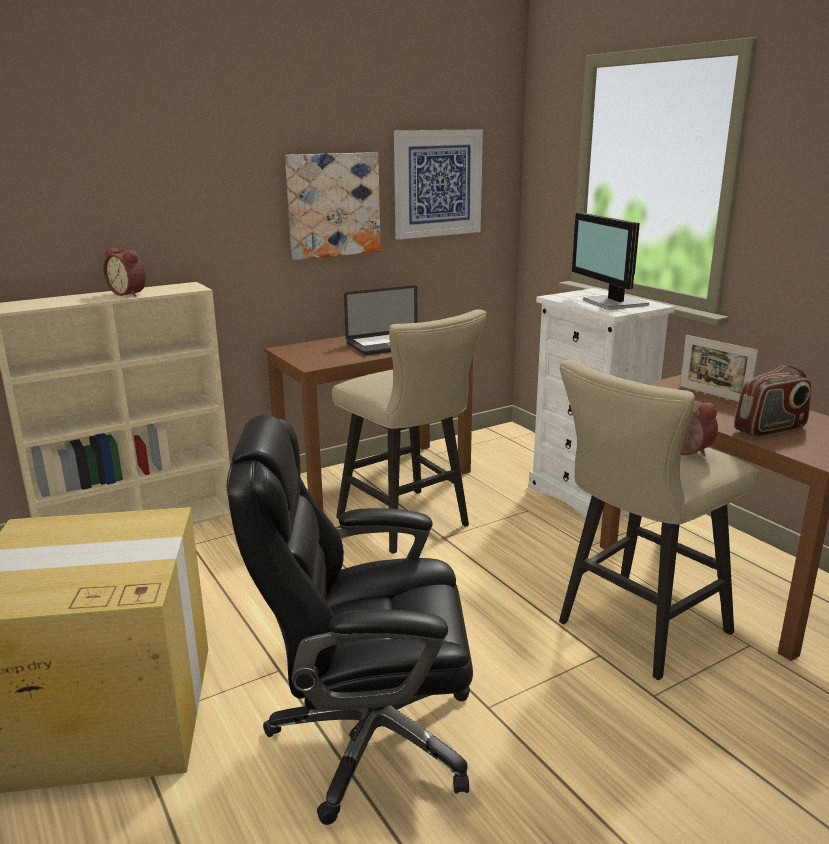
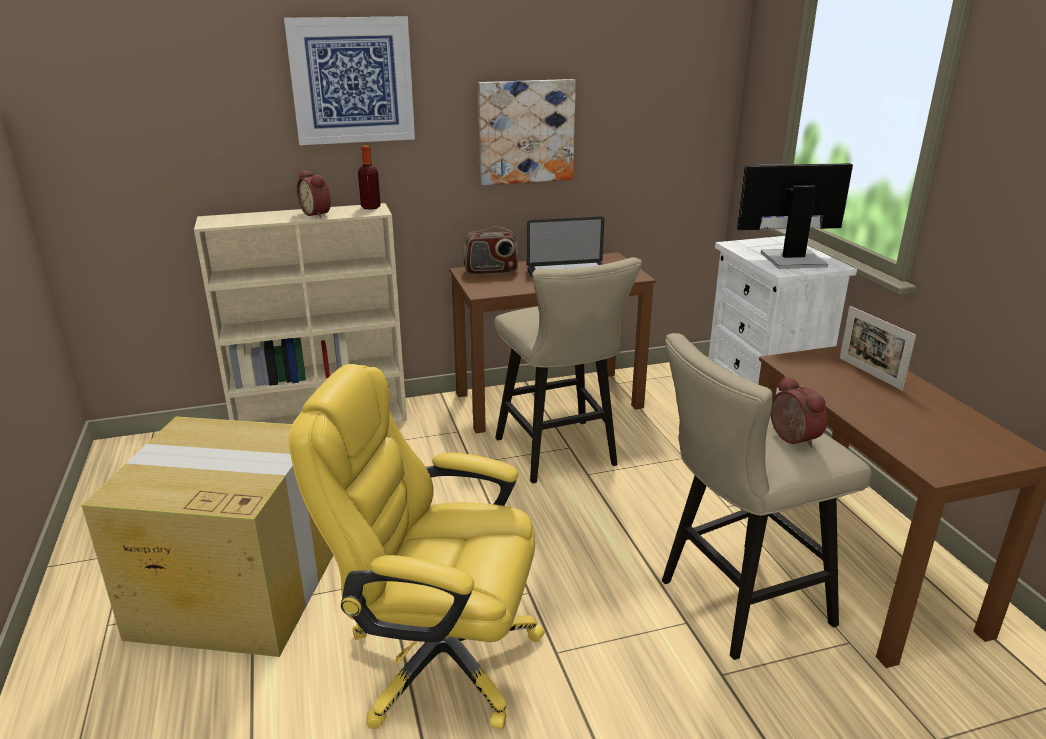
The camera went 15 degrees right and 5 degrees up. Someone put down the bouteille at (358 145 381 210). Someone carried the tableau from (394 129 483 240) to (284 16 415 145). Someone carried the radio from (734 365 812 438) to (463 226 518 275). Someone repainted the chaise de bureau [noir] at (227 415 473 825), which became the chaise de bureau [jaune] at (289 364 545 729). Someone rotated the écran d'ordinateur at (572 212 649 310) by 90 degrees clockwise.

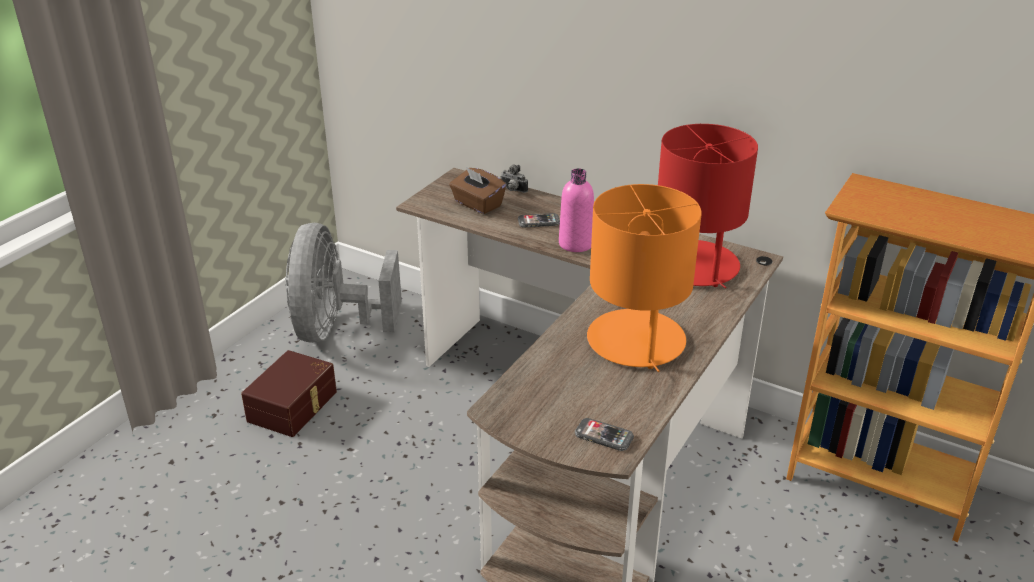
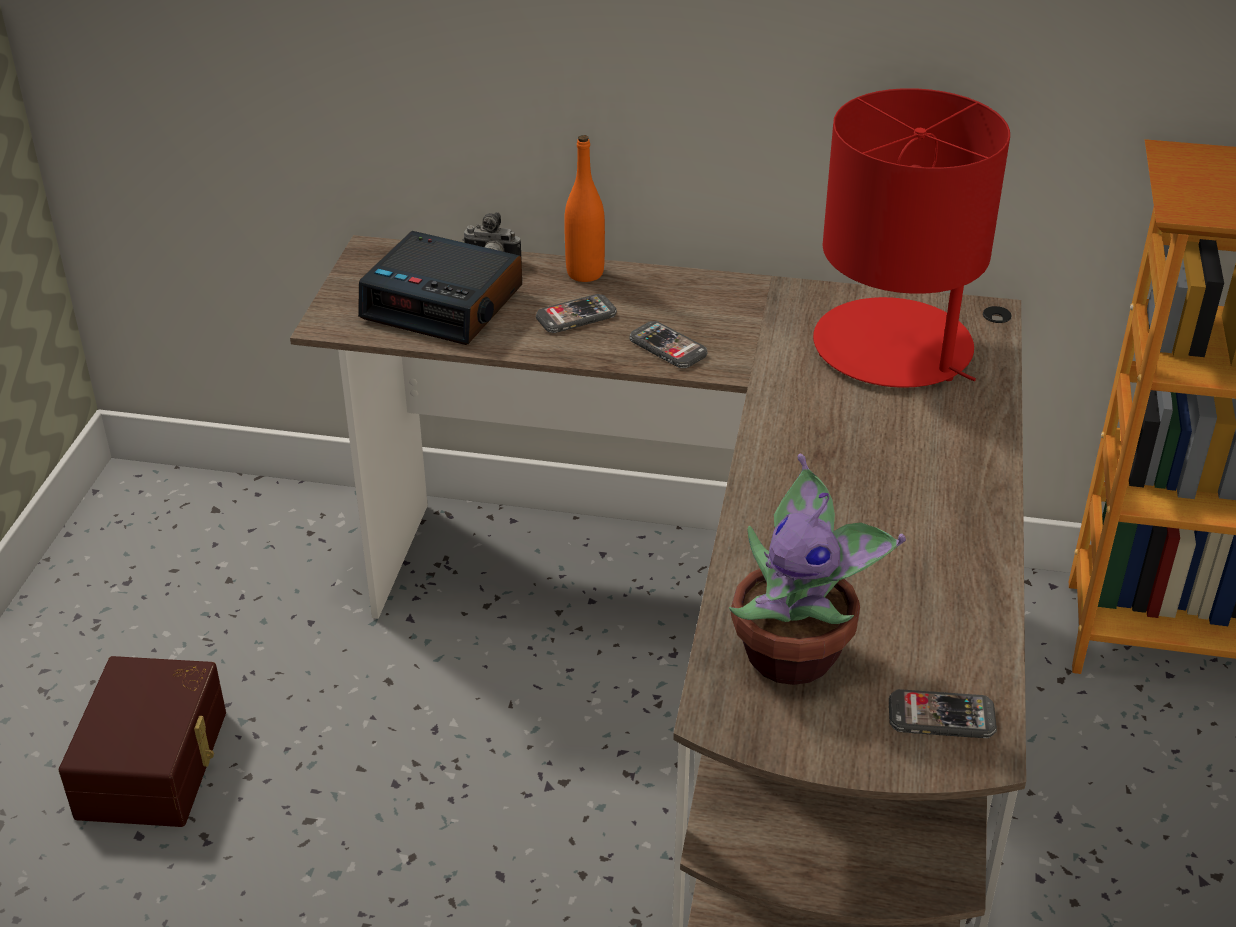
The camera went 20 degrees left and 5 degrees up. Someone took away the ventilateur [gris] at (285 223 402 343). Someone took away the lampe de table [orange] at (587 184 702 372). Someone put down the bouteille [orange] at (564 135 605 282). Someone put down the plante en pot at (729 453 906 685). Someone swapped the boîte à mouchoirs [marron] at (449 167 506 214) for the réveil at (358 231 522 345). Someone swapped the bouteille [rose] at (559 168 594 252) for the téléphone at (630 321 707 368).

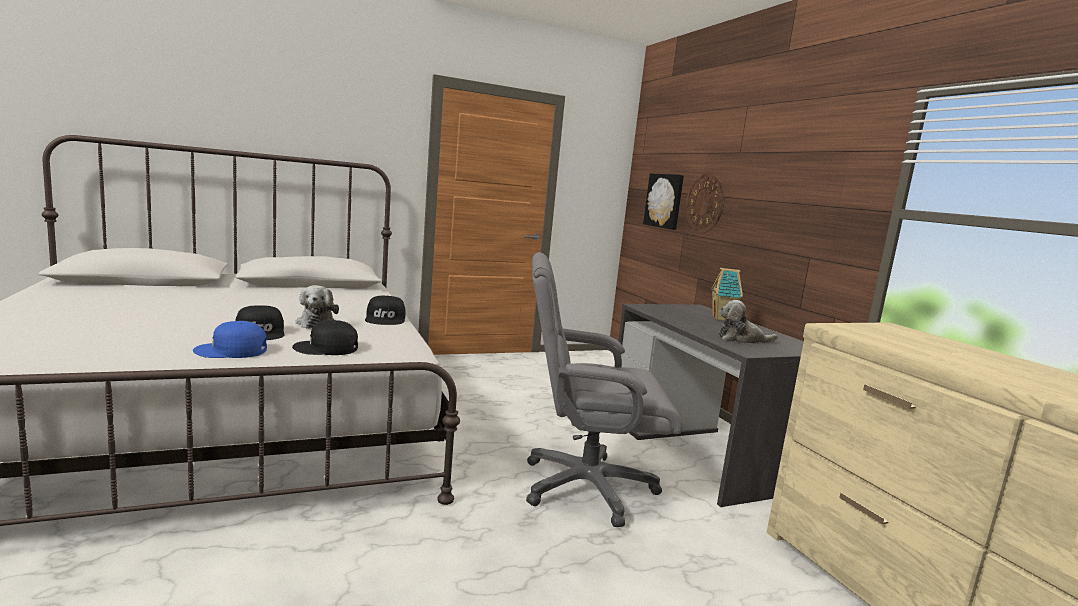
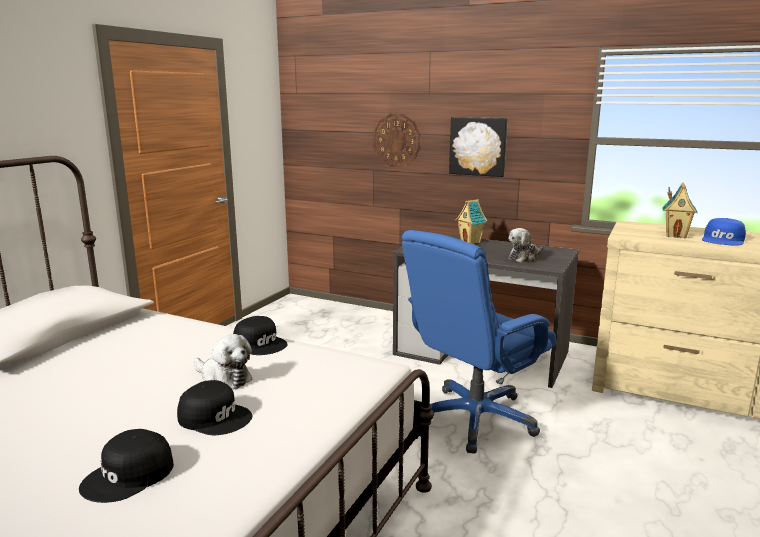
The camera went 40 degrees left and 5 degrees up. Someone put down the maison miniature at (662 182 698 238). Someone carried the casquette [bleu] from (193 321 267 358) to (702 218 746 246). Someone carried the casquette [noir] from (292 320 358 355) to (79 429 174 503). Someone carried the tableau from (643 173 684 230) to (449 117 508 177). Someone repainted the chaise de bureau [gris] at (526 252 683 527), which became the chaise de bureau [bleu] at (402 230 556 454).

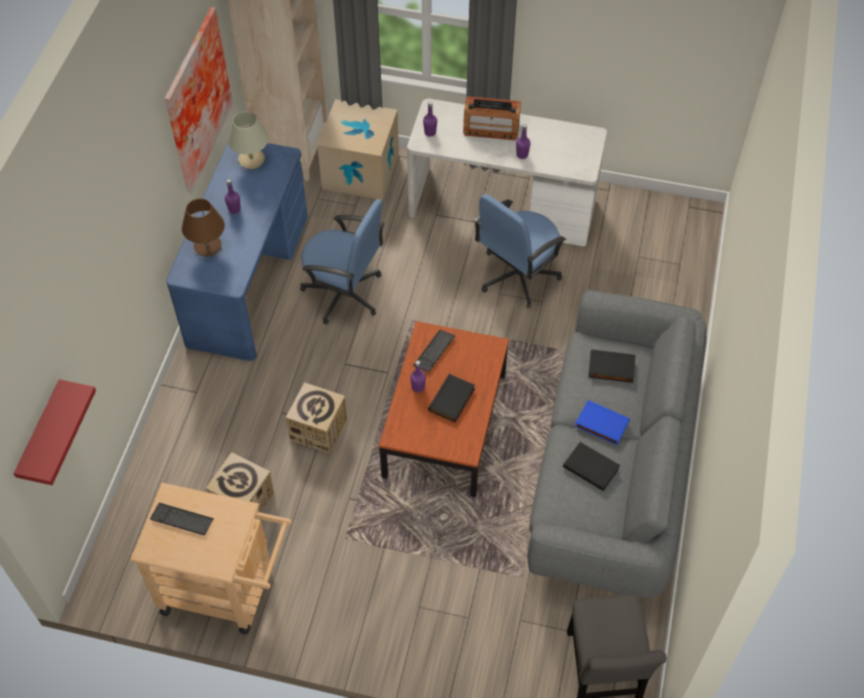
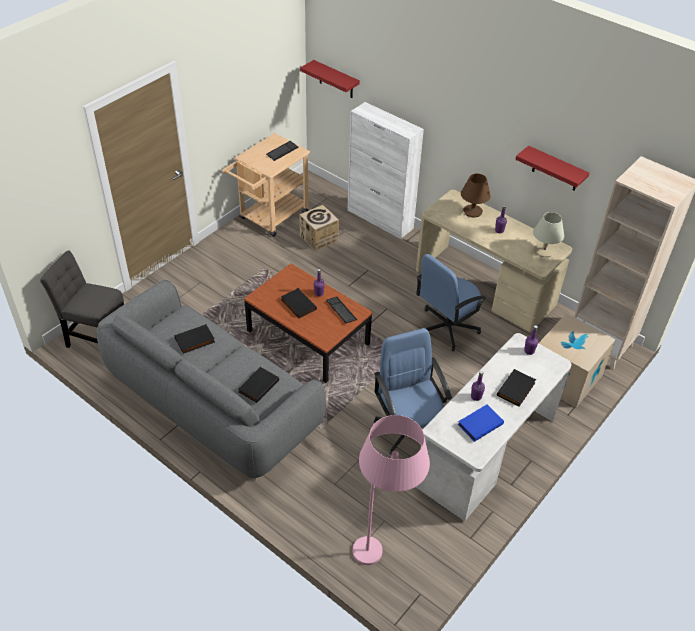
The camera went 115 degrees right and 10 degrees down. Someone took away the carton at (285 382 347 454). Someone put down the meuble de rangement [blanc] at (348 102 424 239). Someone put down the lampadaire [rose] at (353 415 430 565). Someone carried the livre [bleu] from (575 400 630 445) to (458 405 504 442). Someone swapped the tableau at (165 7 233 193) for the étagère [rouge] at (515 146 589 191). Someone swapped the radio at (463 96 521 140) for the livre [noir] at (497 369 536 407). Someone repainted the bureau [bleu] at (166 143 308 361), which became the bureau [beige] at (416 190 572 332).

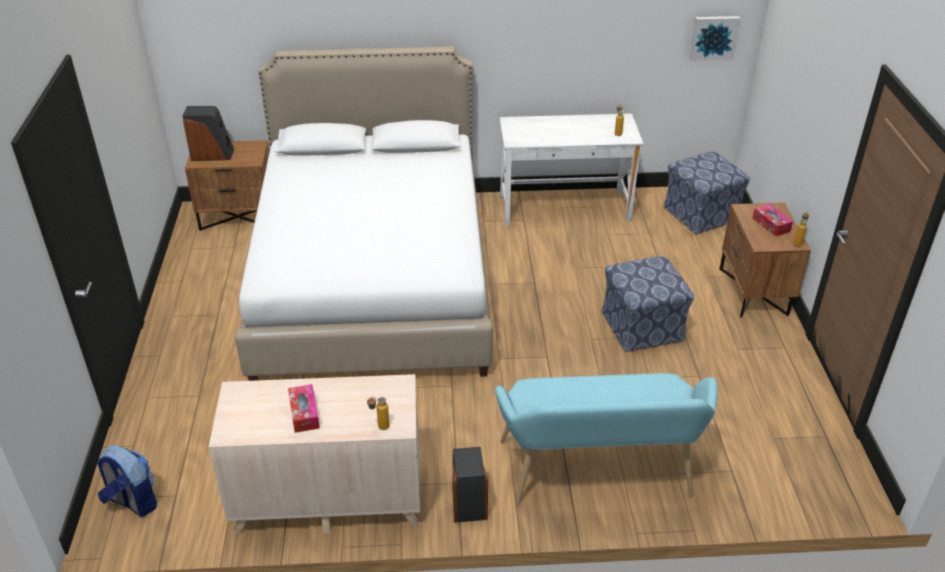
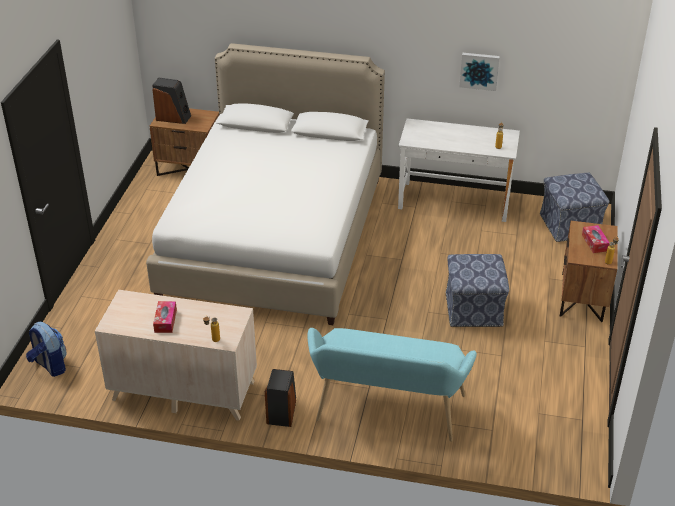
The camera went 15 degrees right and 0 degrees up. Someone carried the tableau from (689 16 740 61) to (459 53 500 91).

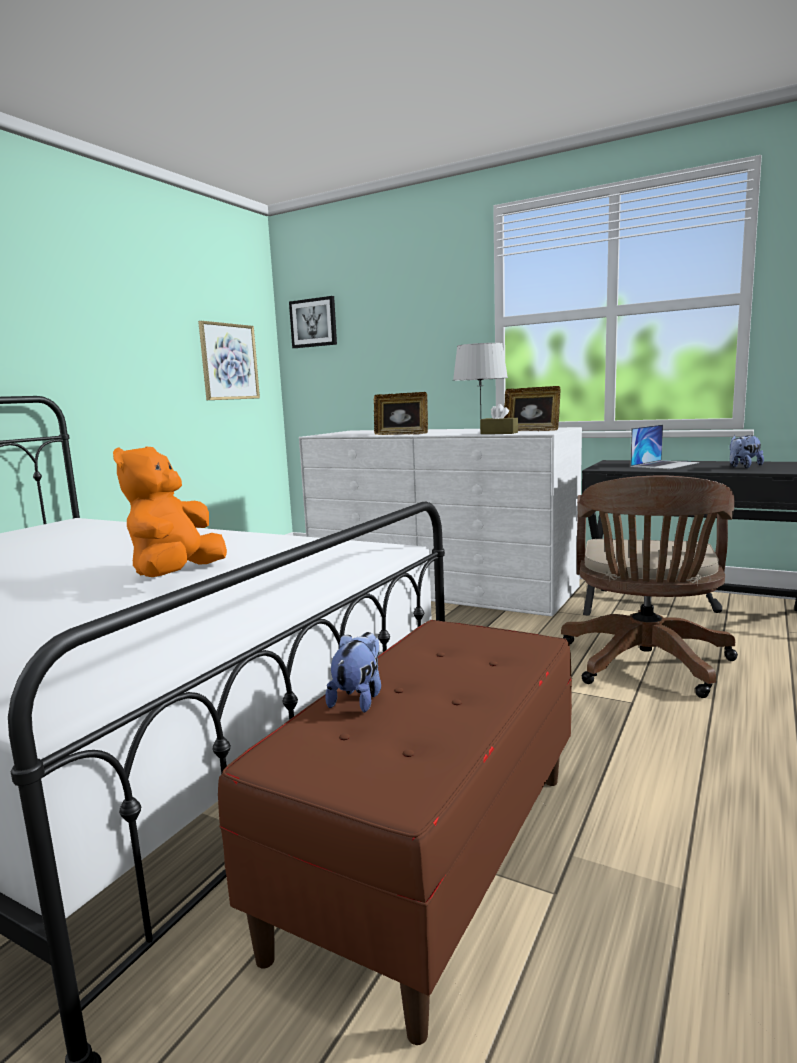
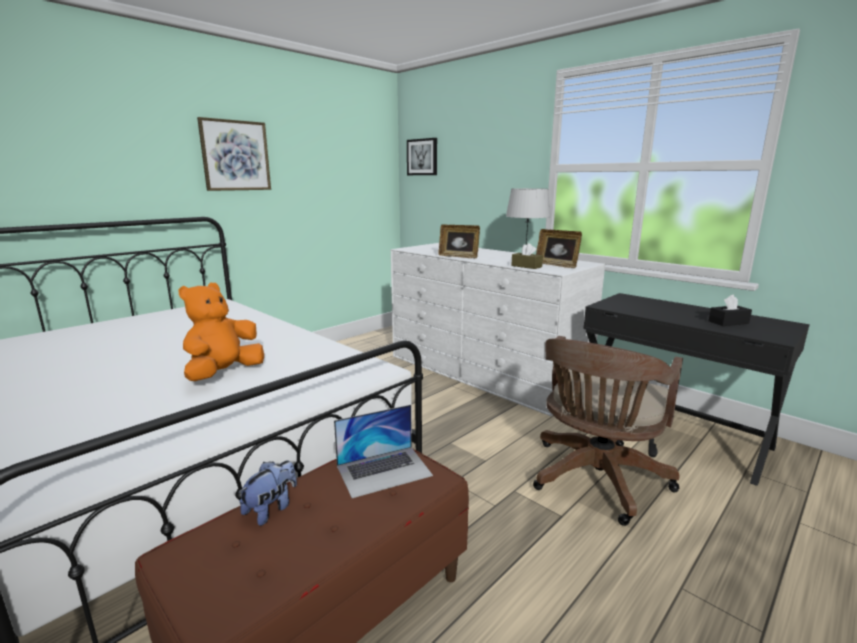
The camera went 15 degrees right and 5 degrees up. Someone carried the tableau from (198 321 260 400) to (197 117 271 191). Someone carried the ordinateur portable from (630 424 699 469) to (334 405 433 498). Someone swapped the peluche at (730 435 764 468) for the boîte à mouchoirs [noir] at (709 295 752 326).

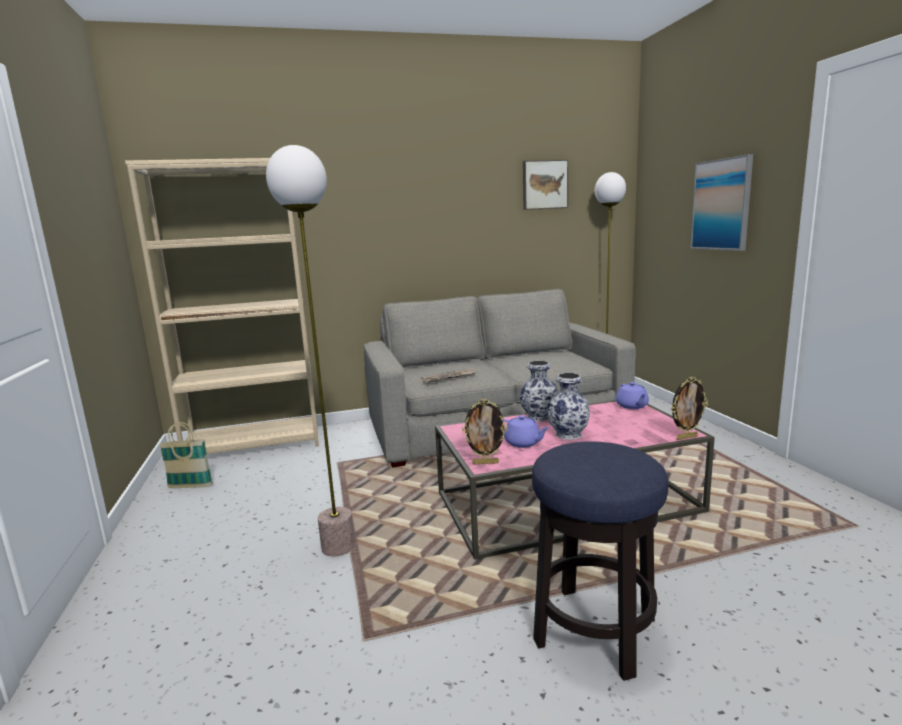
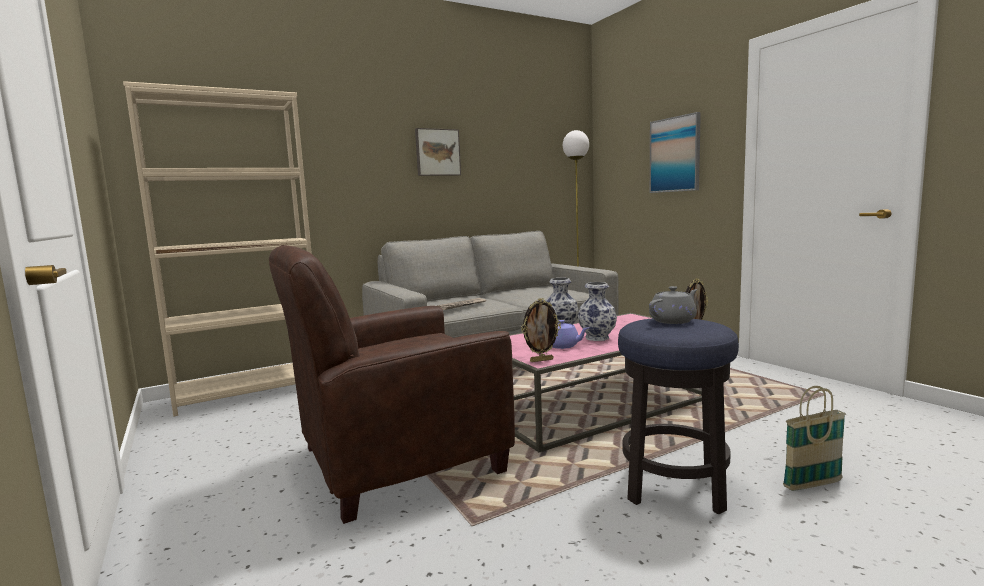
The camera went 15 degrees left and 5 degrees down. Someone took away the théière [violet] at (616 382 649 409). Someone put down the théière [gris] at (649 286 697 324). Someone carried the panier from (159 422 213 488) to (783 386 846 491). Someone carried the tableau from (523 160 568 210) to (415 128 461 176). Someone swapped the lampadaire at (266 145 355 556) for the fauteuil [marron] at (269 245 515 524).

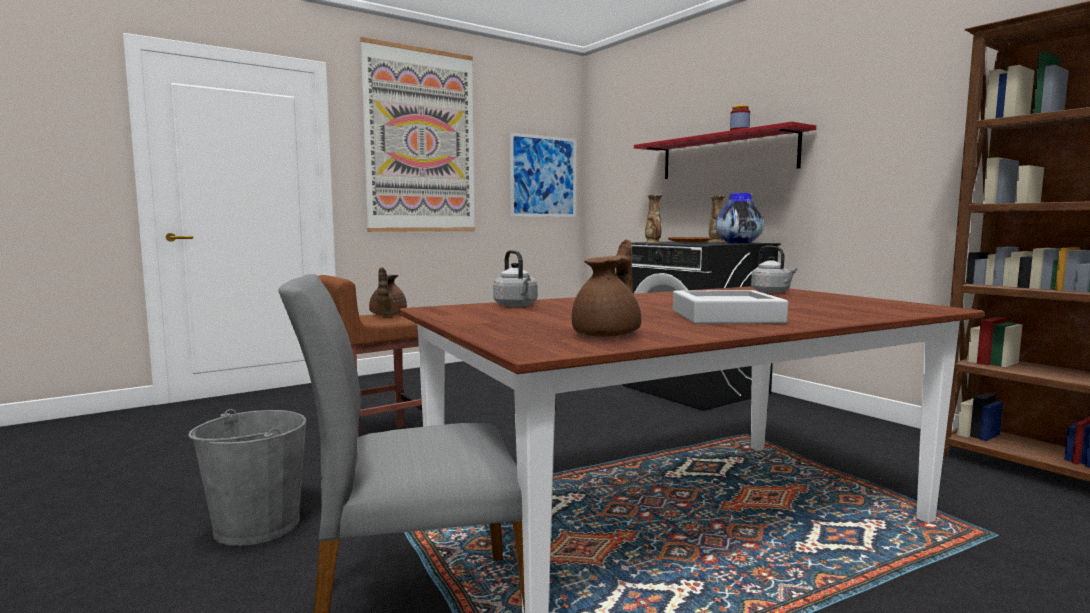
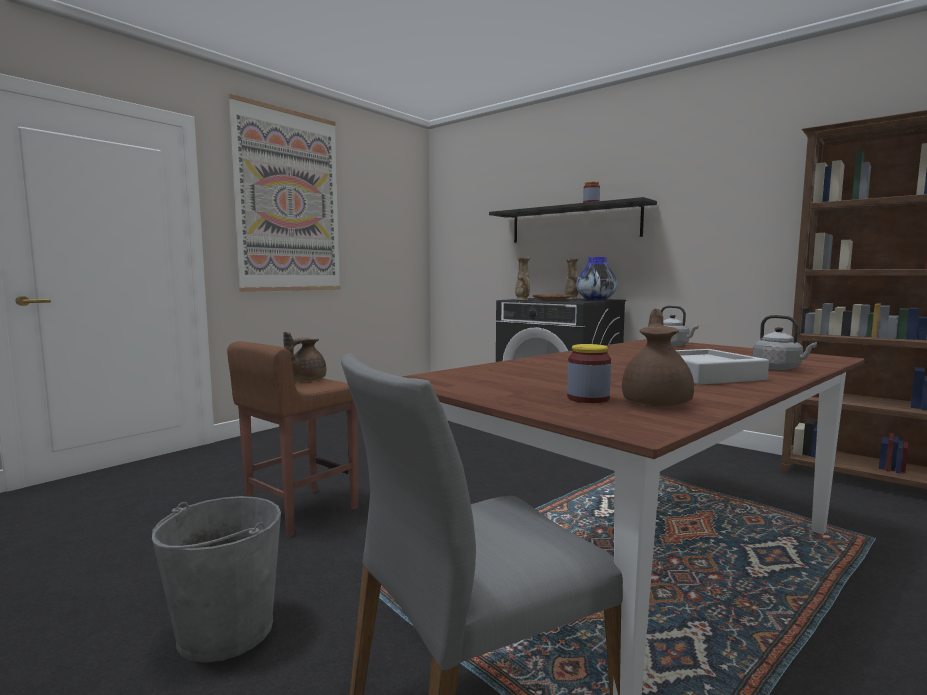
The camera went 15 degrees left and 0 degrees up. Someone took away the tableau at (510 132 576 217). Someone put down the bocal at (567 344 611 403). Someone carried the bouilloire [gris] from (493 250 537 307) to (753 315 817 370). Someone repainted the étagère [rouge] at (634 121 816 179), which became the étagère [noir] at (489 197 657 243). Someone rotated the théière [marron] at (369 267 407 316) by 45 degrees clockwise.

